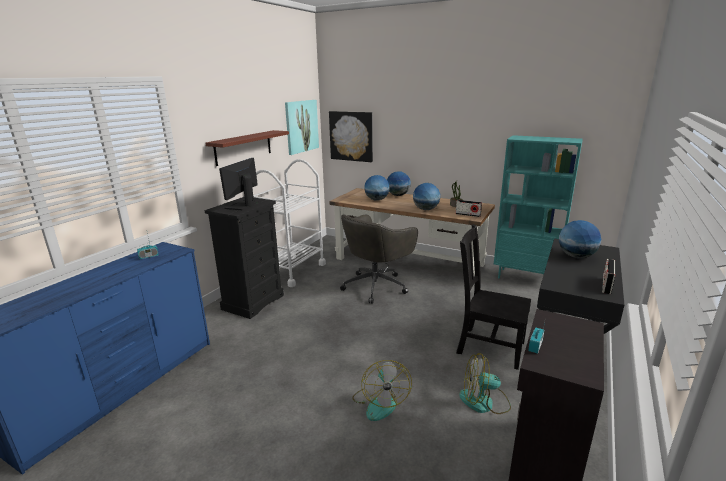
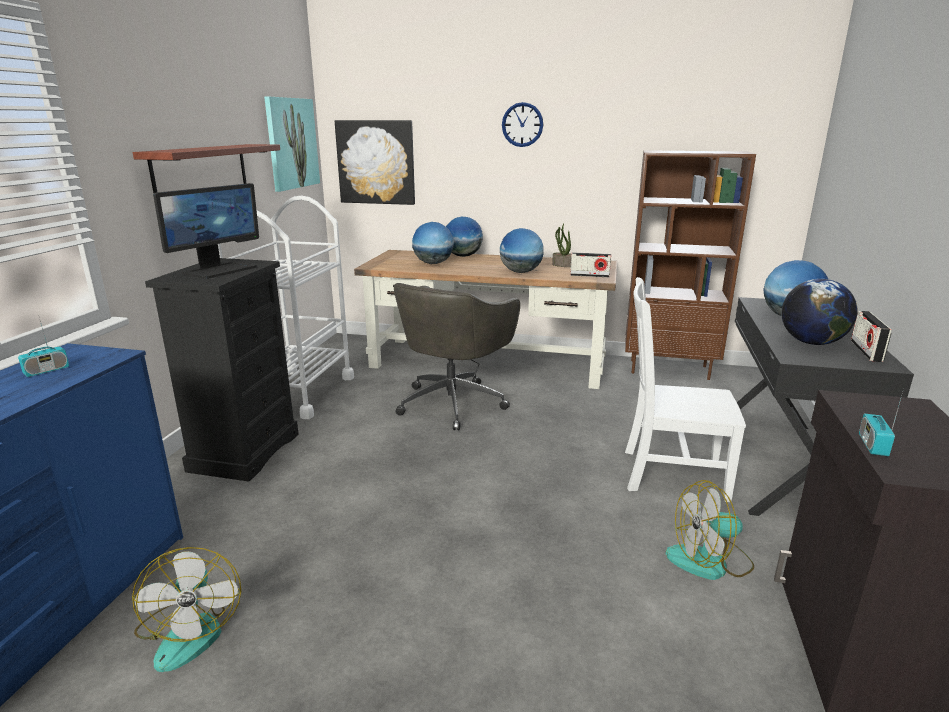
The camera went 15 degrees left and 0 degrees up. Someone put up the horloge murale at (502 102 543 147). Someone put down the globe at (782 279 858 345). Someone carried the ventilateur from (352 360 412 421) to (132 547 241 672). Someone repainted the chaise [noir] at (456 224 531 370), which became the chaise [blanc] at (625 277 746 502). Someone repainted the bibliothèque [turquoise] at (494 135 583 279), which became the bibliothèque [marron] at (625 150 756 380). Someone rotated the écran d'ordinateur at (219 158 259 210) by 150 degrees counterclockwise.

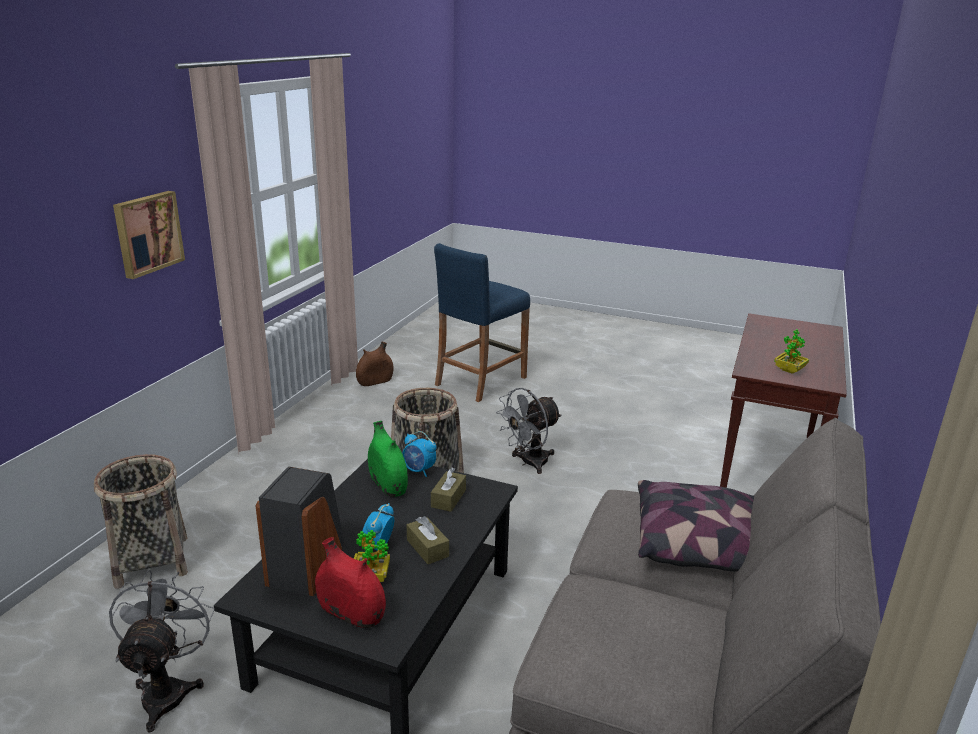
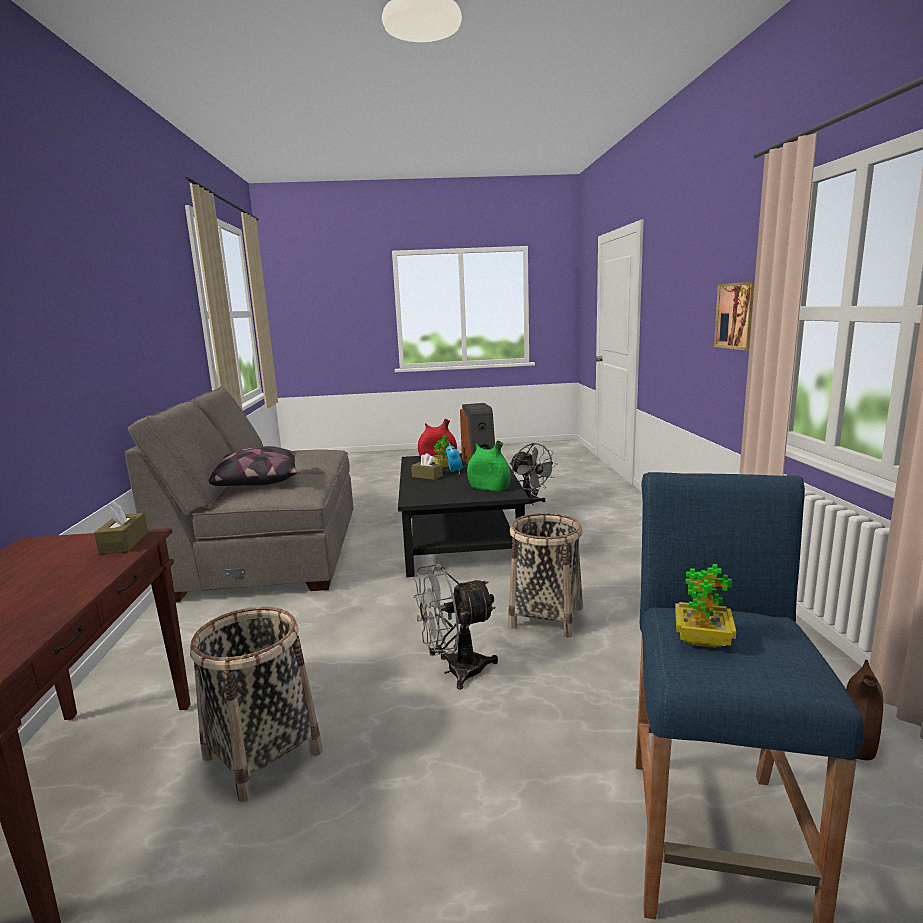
The camera went 155 degrees right and 10 degrees down. Someone took away the réveil at (402 431 436 477). Someone carried the panier from (94 454 188 589) to (190 607 323 802). Someone carried the boîte à mouchoirs [marron] from (431 467 466 512) to (94 502 148 554). Someone carried the plante en pot from (774 329 809 374) to (675 564 736 648). Someone rotated the ventilateur [gris] at (496 388 562 474) by 135 degrees counterclockwise.

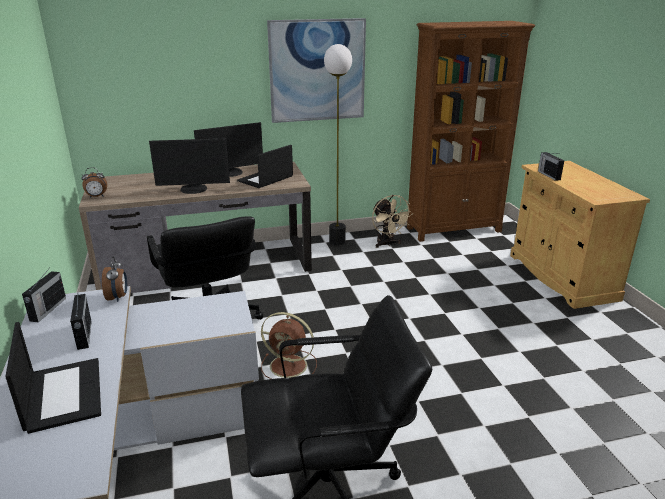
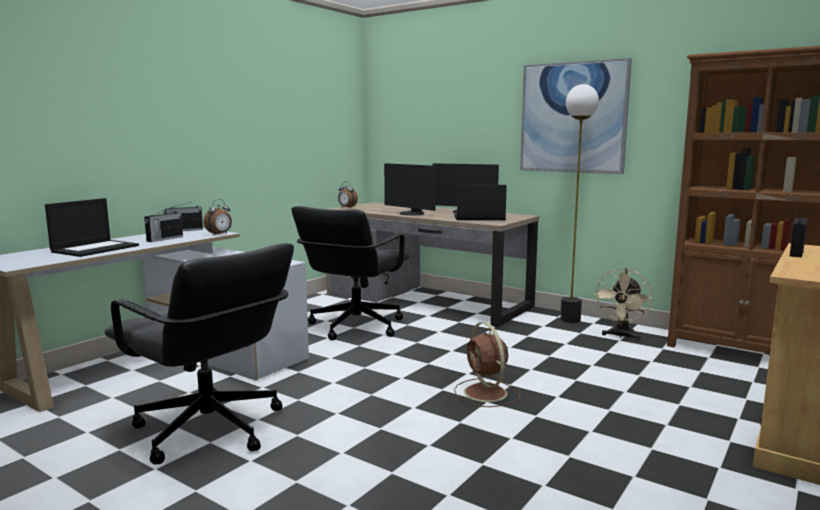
The camera went 50 degrees right and 15 degrees down. Someone carried the ventilateur [marron] from (261 312 317 379) to (454 322 520 407).

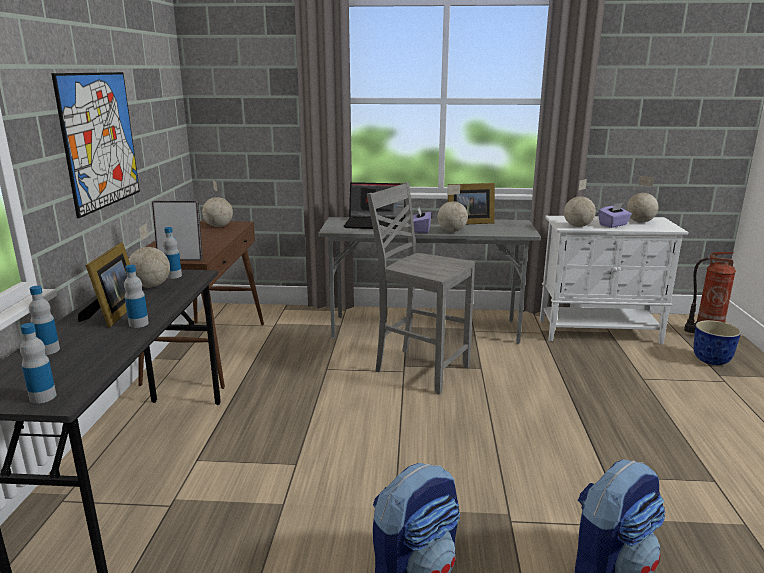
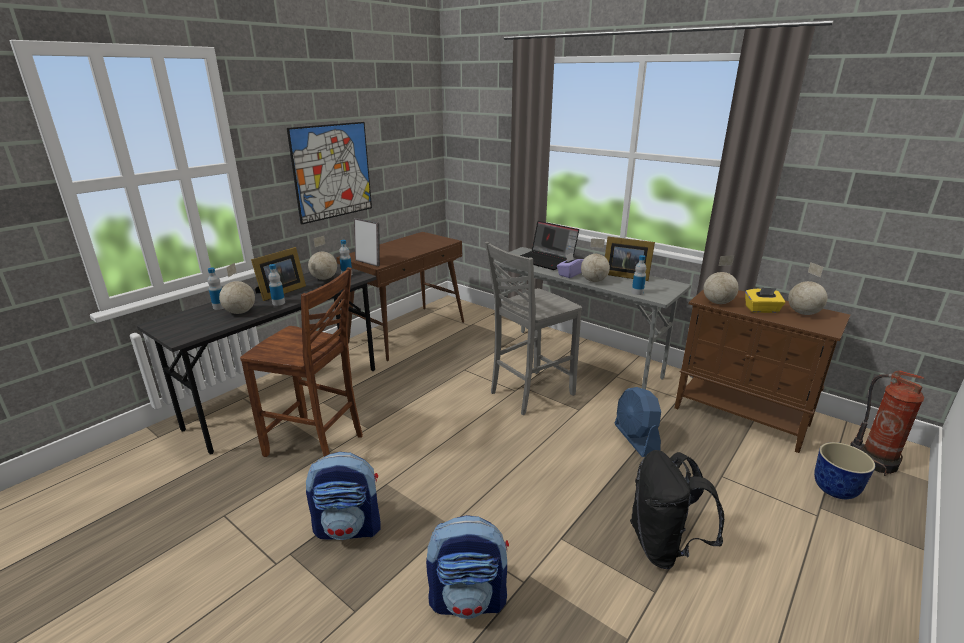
The camera went 35 degrees right and 5 degrees up. Someone put down the chaise [marron] at (240 267 363 457). Someone put down the ventilateur [bleu] at (615 387 661 457). Someone put down the sac à dos [noir] at (630 450 724 569). Someone carried the bouteille from (20 323 56 404) to (632 255 646 295). Someone carried the globe from (202 180 233 227) to (219 263 255 314). Someone repainted the meuble de rangement [blanc] at (540 216 688 345), which became the meuble de rangement [marron] at (675 289 850 453). Someone repainted the boîte à mouchoirs [violet] at (598 202 632 228), which became the boîte à mouchoirs [jaune] at (745 287 786 313). Someone rotated the chaise [gris] at (367 182 475 394) by 105 degrees counterclockwise.

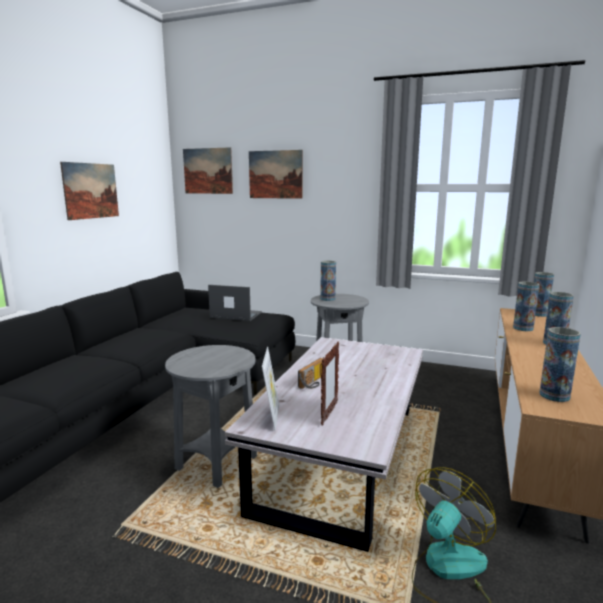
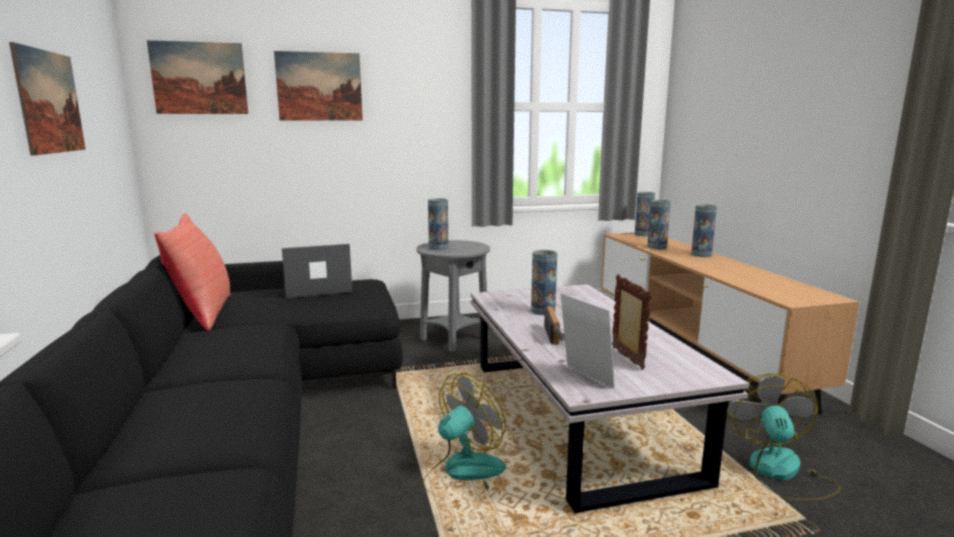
The camera went 35 degrees left and 0 degrees up. Someone put down the coussin [rouge] at (154 213 230 331). Someone carried the vase from (539 327 581 402) to (531 250 557 315). Someone swapped the table d'appoint [gris] at (165 345 257 488) for the ventilateur at (421 374 506 500).

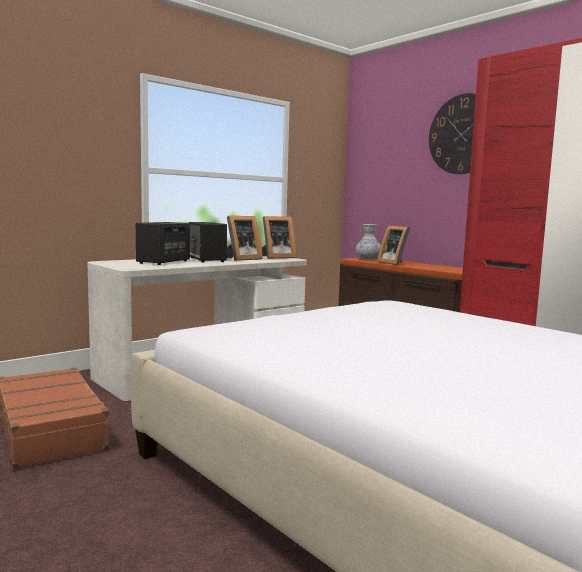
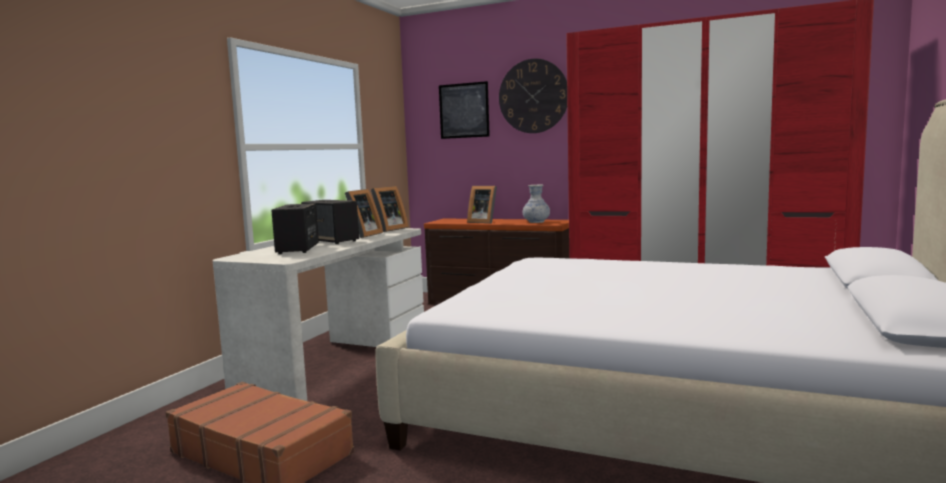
The camera went 25 degrees left and 0 degrees up. Someone put up the tableau at (439 81 490 139). Someone carried the vase from (356 224 381 260) to (523 184 550 223).

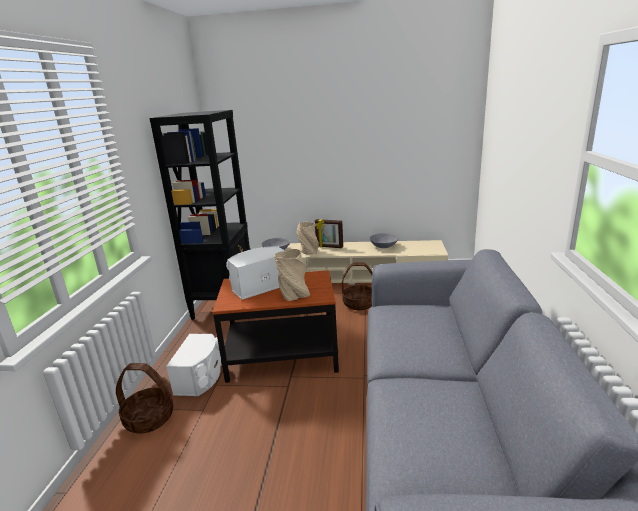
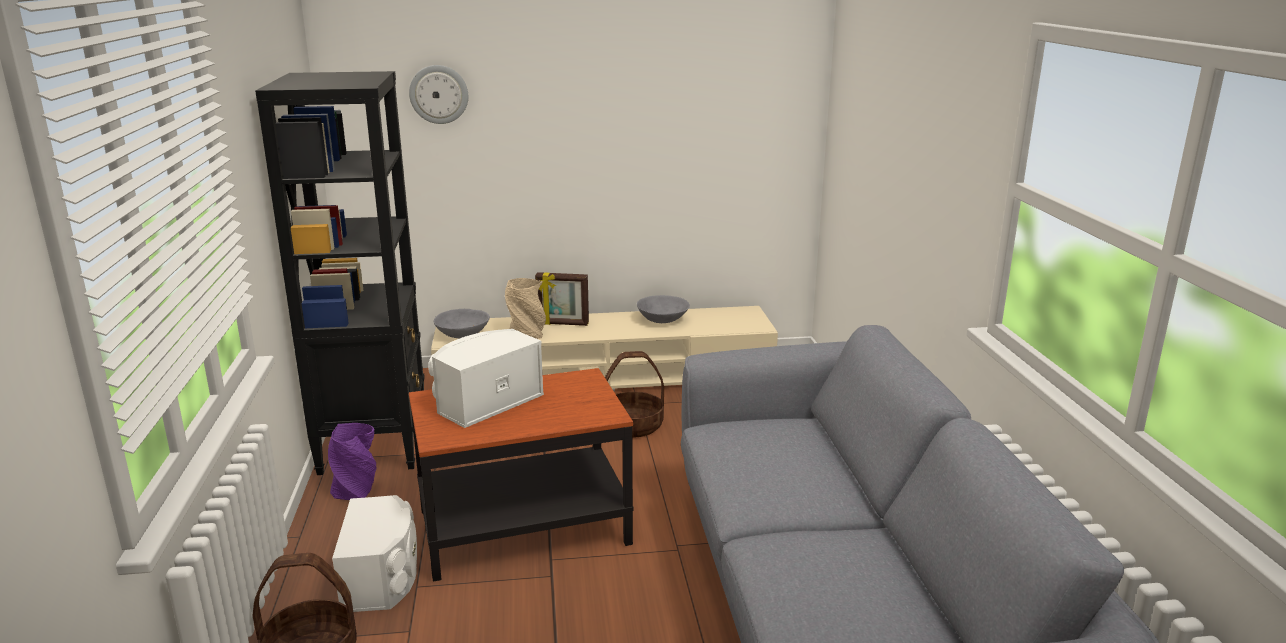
The camera went 15 degrees left and 0 degrees up. Someone took away the vase [beige] at (274 249 310 301). Someone put down the vase [violet] at (328 423 377 500). Someone put up the horloge murale at (409 65 468 124).

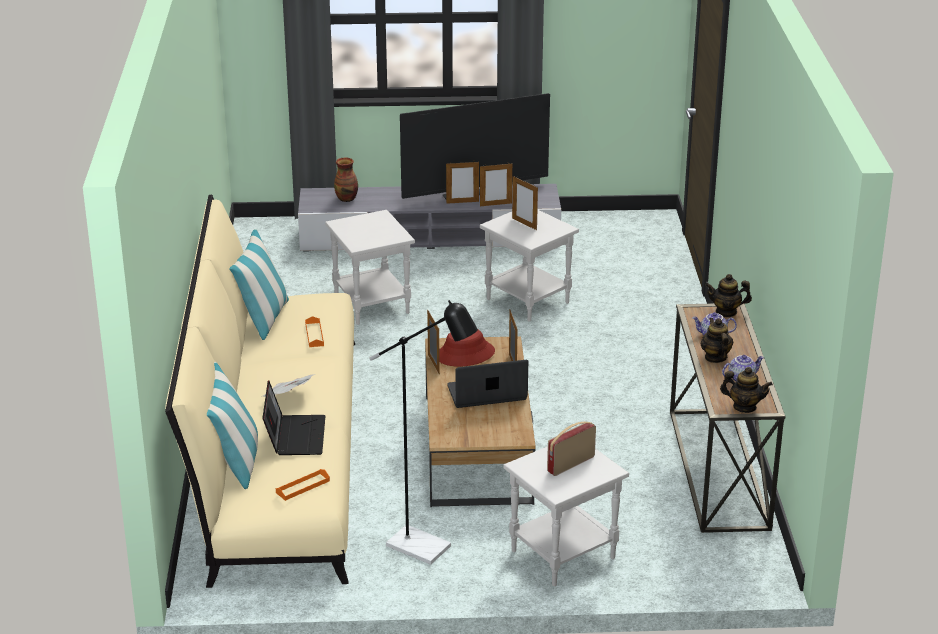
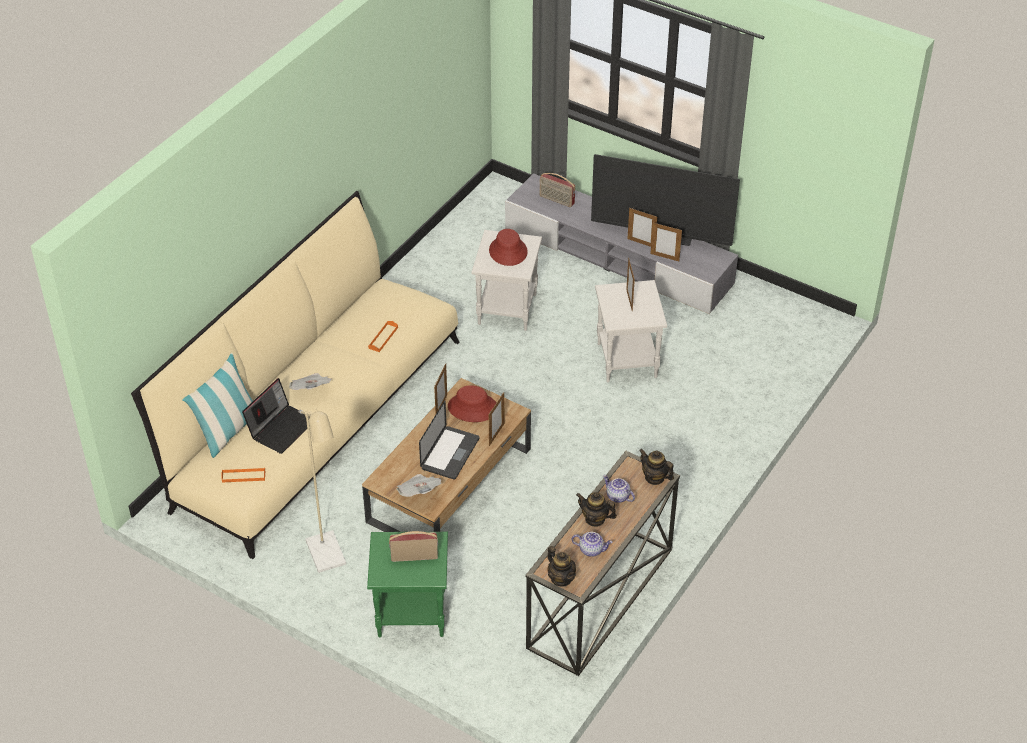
The camera went 35 degrees right and 15 degrees up. Someone took away the coussin at (229 229 289 340). Someone put down the journal at (396 474 442 497). Someone put down the chapeau [rouge] at (489 229 528 266). Someone swapped the vase at (334 158 358 202) for the radio at (540 173 575 207). Someone repainted the lampadaire [noir] at (370 300 478 565), which became the lampadaire [beige] at (298 408 346 573). Someone repainted the table d'appoint [blanc] at (503 446 629 586), which became the table d'appoint [vert] at (367 532 448 637). Someone rotated the ordinateur portable at (447 360 528 408) by 90 degrees clockwise. Someone rotated the théière at (701 318 733 363) by 90 degrees counterclockwise.

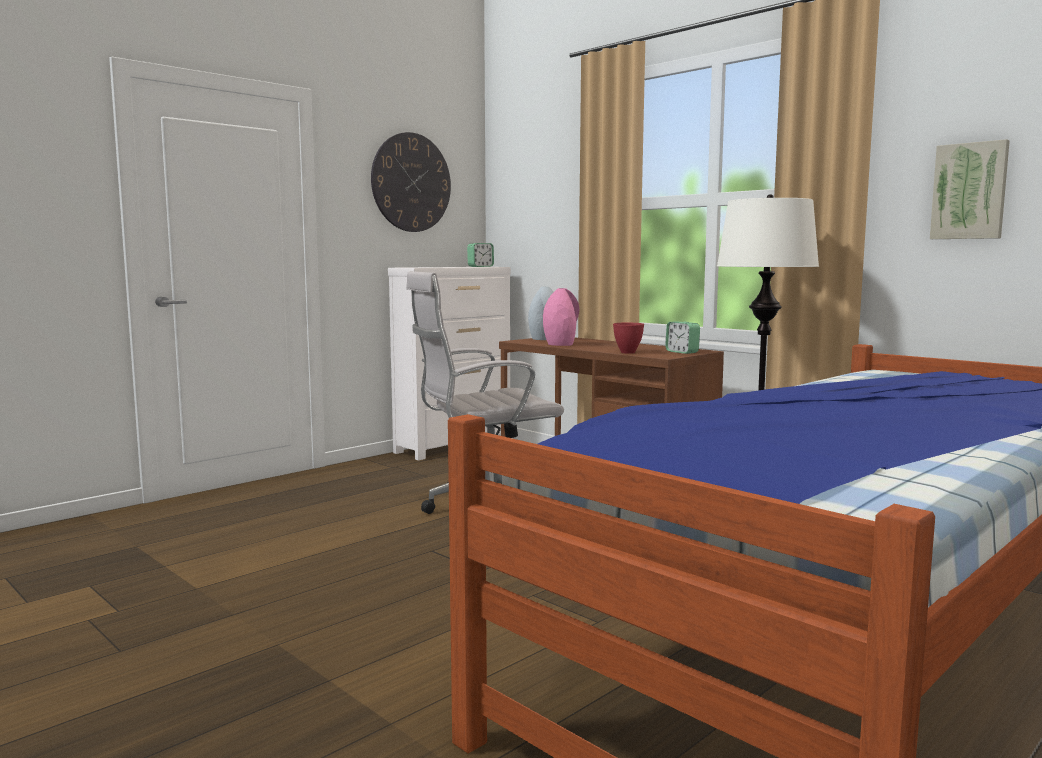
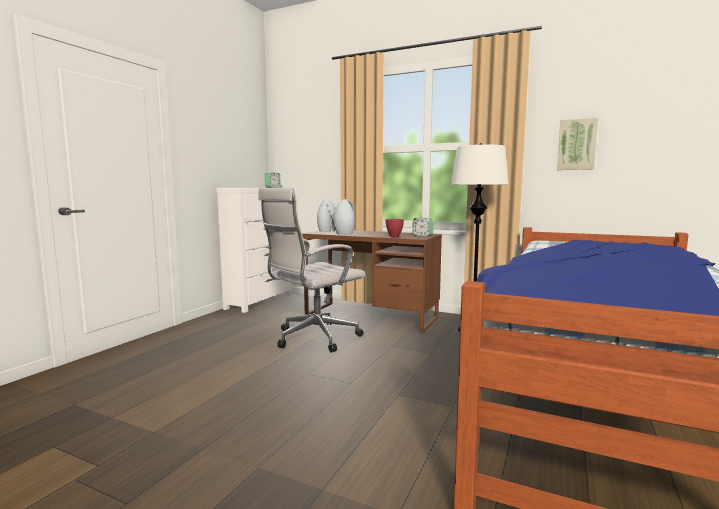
The camera went 20 degrees left and 0 degrees up. Someone took away the horloge murale at (371 132 451 232). Someone repainted the vase [rose] at (543 288 579 346), which became the vase [gris] at (333 199 355 235).

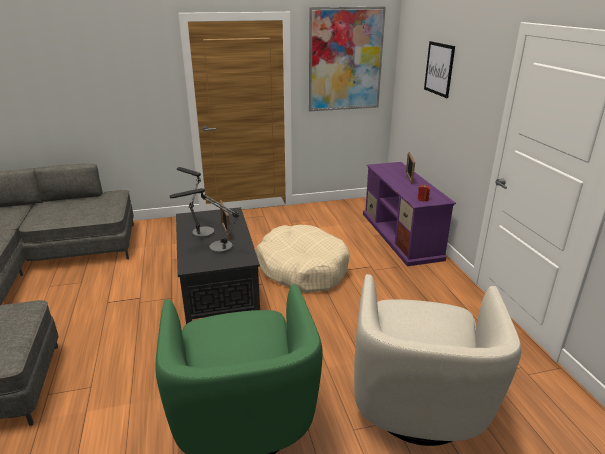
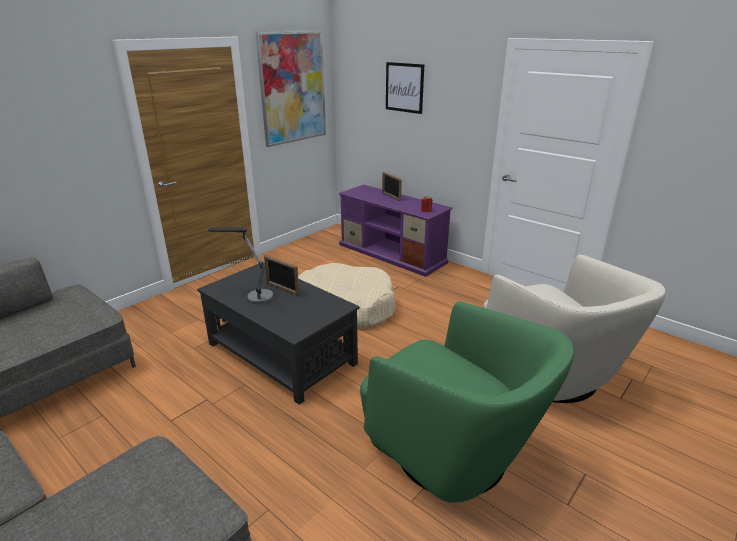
The camera went 35 degrees left and 0 degrees up. Someone took away the lampe de table at (170 188 240 254).

